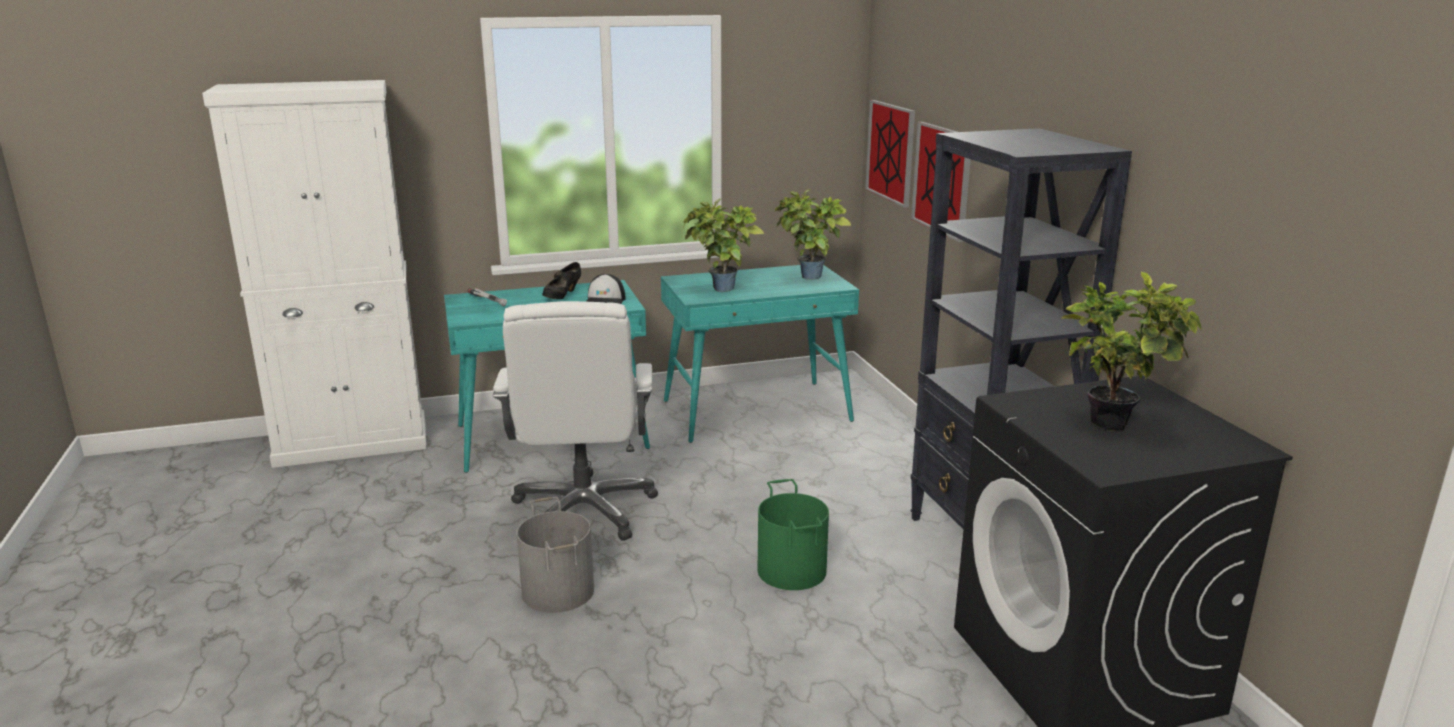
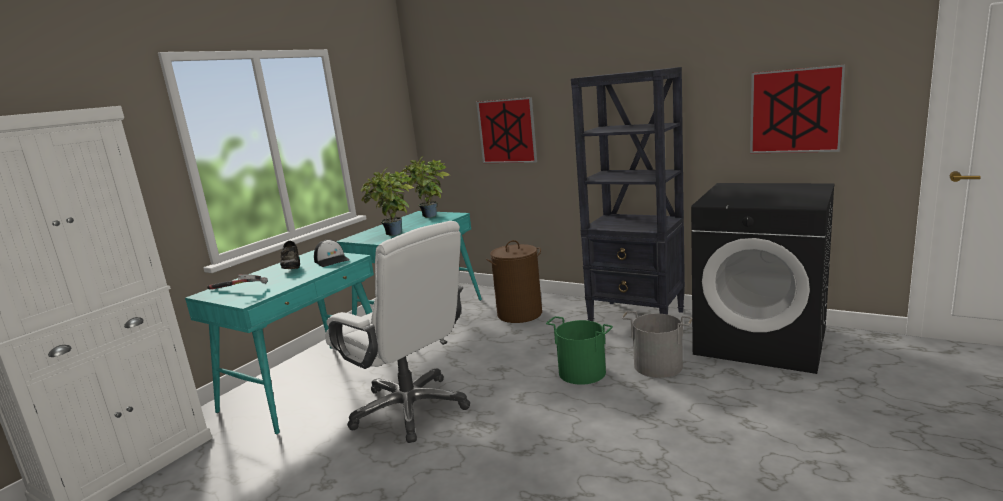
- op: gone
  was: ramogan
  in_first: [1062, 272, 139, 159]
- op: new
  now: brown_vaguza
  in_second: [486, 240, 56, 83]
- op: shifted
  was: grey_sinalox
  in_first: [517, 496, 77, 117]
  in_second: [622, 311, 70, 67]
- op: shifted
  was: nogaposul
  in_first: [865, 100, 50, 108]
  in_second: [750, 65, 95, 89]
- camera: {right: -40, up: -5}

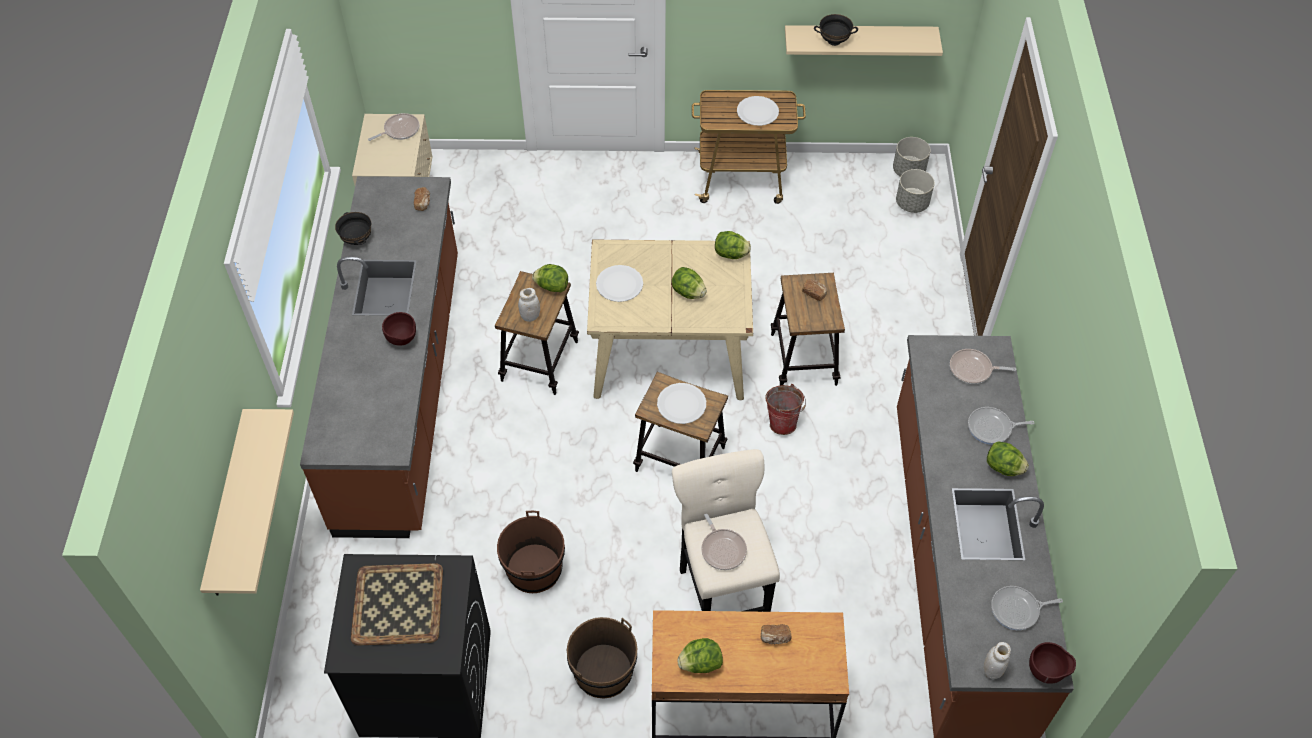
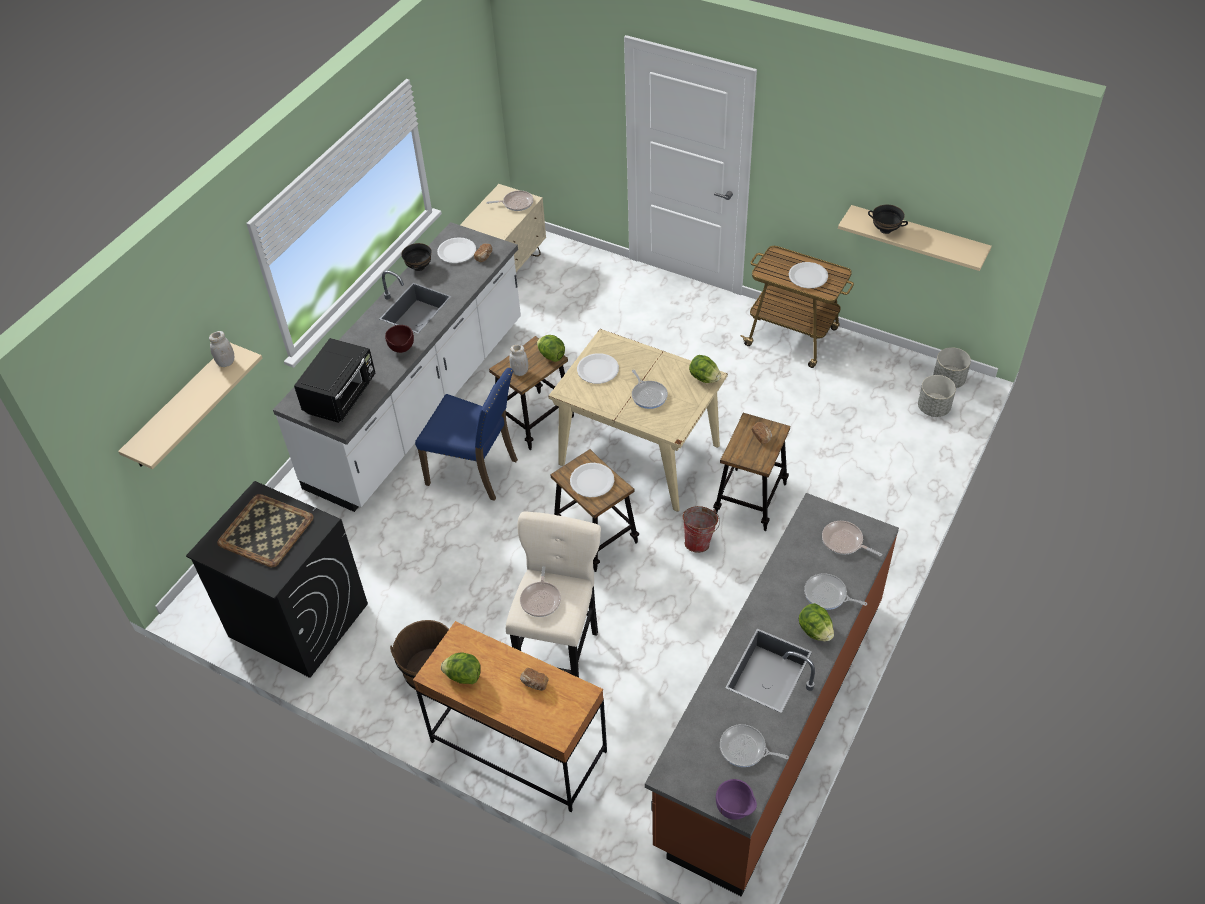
- op: gone
  was: brown_sinalox
  in_first: [497, 511, 68, 82]
- op: new
  now: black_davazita
  in_second: [294, 338, 81, 85]
- op: new
  now: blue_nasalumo
  in_second: [415, 368, 103, 133]
- op: new
  now: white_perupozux
  in_second: [437, 237, 39, 26]
- op: shifted
  was: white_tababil
  in_first: [984, 642, 27, 37]
  in_second: [209, 331, 25, 36]
- op: swapped
  was: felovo
  now: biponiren
  in_first: [671, 267, 36, 32]
  in_second: [632, 370, 36, 39]
- op: repainted
  was: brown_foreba
  now: white_foreba
  in_first: [300, 176, 158, 362]
  in_second: [273, 222, 248, 290]
- op: repainted
  was: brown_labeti
  now: purple_labeti
  in_first: [1029, 642, 47, 42]
  in_second: [716, 779, 41, 41]
- camera: {right: 30, up: -5}

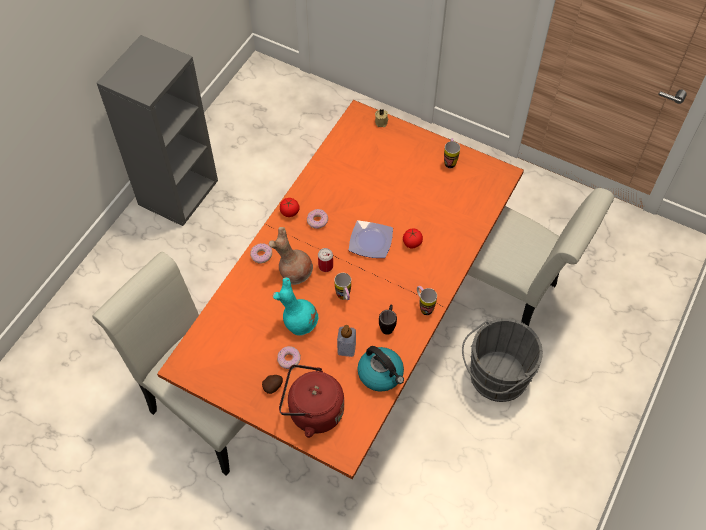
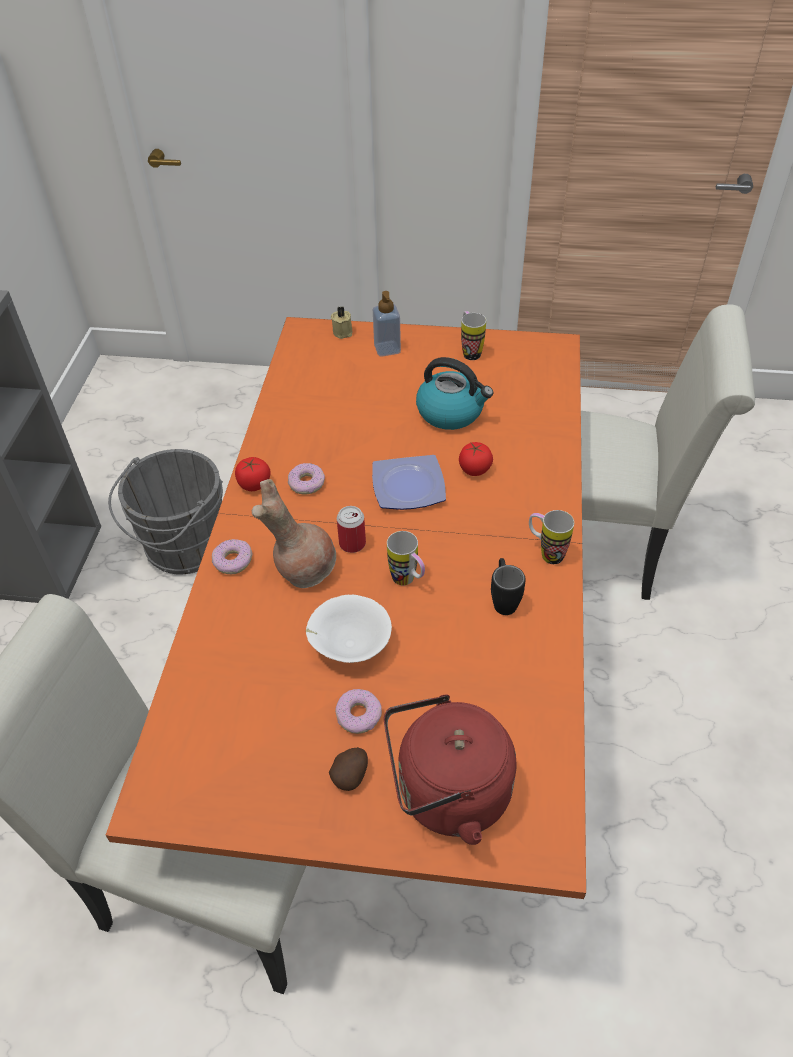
- op: shifted
  was: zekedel
  in_first: [337, 325, 19, 32]
  in_second: [373, 291, 28, 66]
- op: shifted
  was: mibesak
  in_first: [357, 346, 47, 46]
  in_second: [416, 357, 77, 73]
- op: shifted
  was: grey_sinalox
  in_first: [462, 318, 81, 84]
  in_second: [108, 449, 115, 125]
- op: swapped
  was: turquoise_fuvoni
  now: white_labeti
  in_first: [273, 278, 45, 58]
  in_second: [306, 595, 86, 68]
- camera: {right: -20, up: -10}

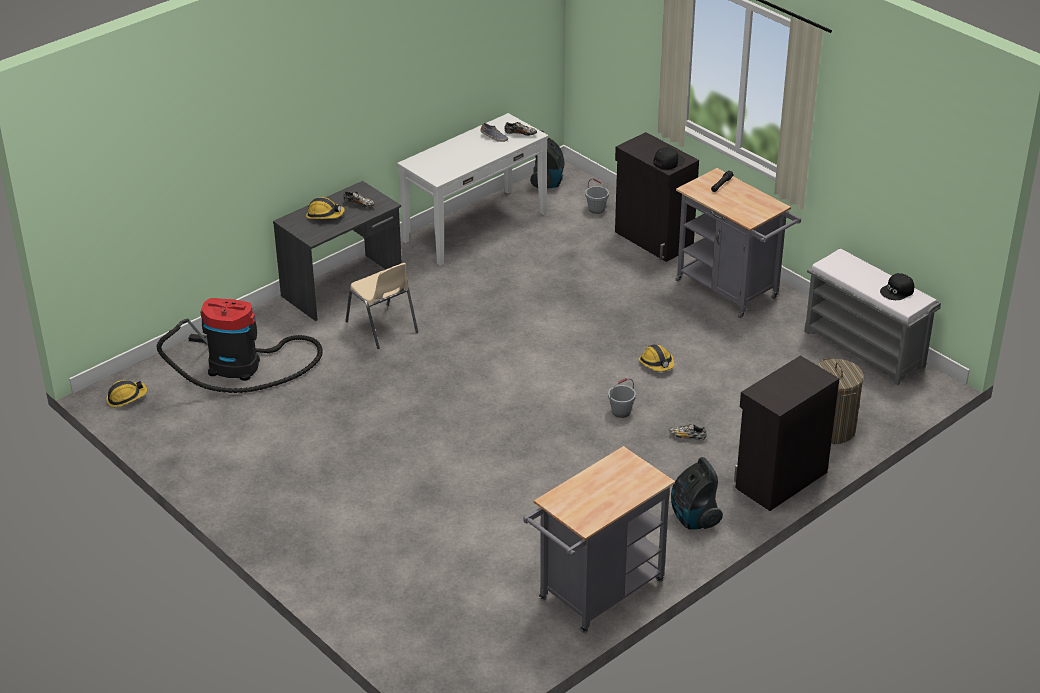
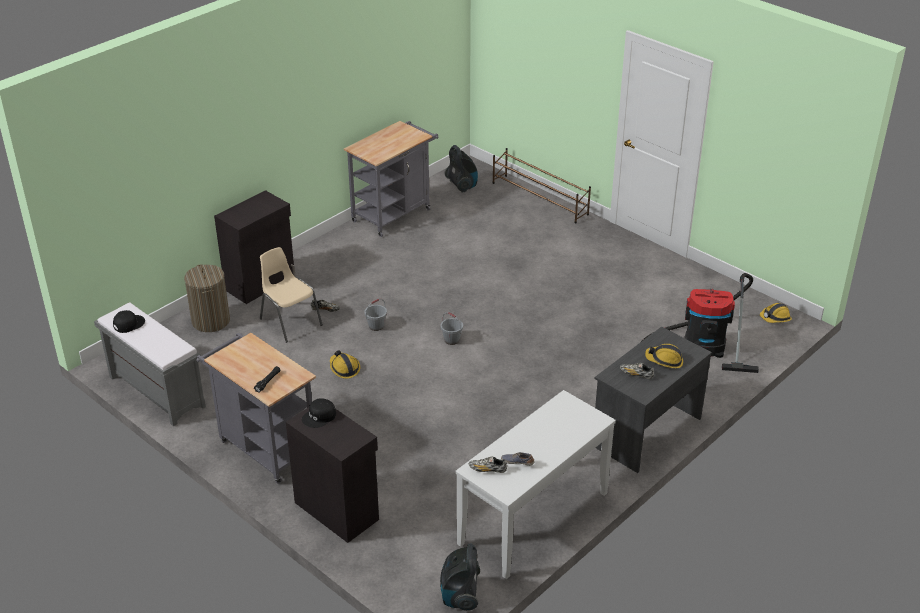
- op: new
  now: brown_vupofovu
  in_second: [493, 148, 98, 75]
- op: shifted
  was: beige_nasalumo
  in_first: [345, 263, 73, 86]
  in_second: [260, 247, 63, 96]
- op: shifted
  was: grey_sinalox
  in_first: [585, 178, 24, 36]
  in_second: [440, 312, 23, 33]
- op: shifted
  was: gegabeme
  in_first: [671, 457, 52, 72]
  in_second: [445, 145, 33, 48]
- camera: {right: 175, up: 0}

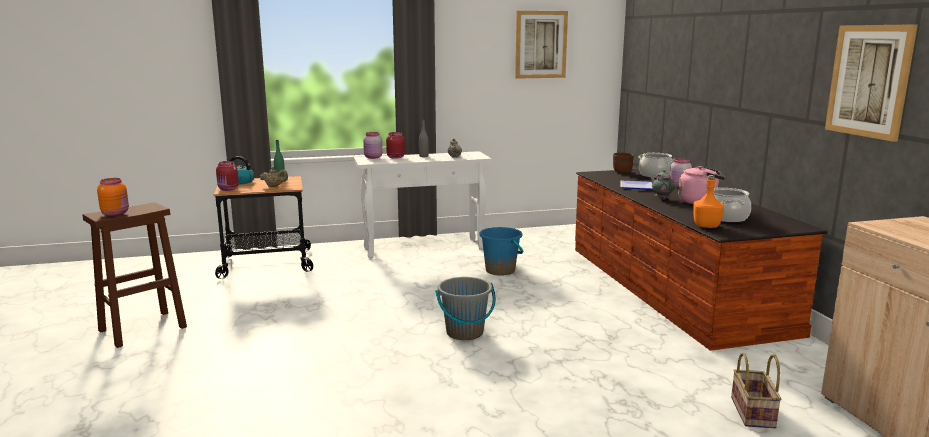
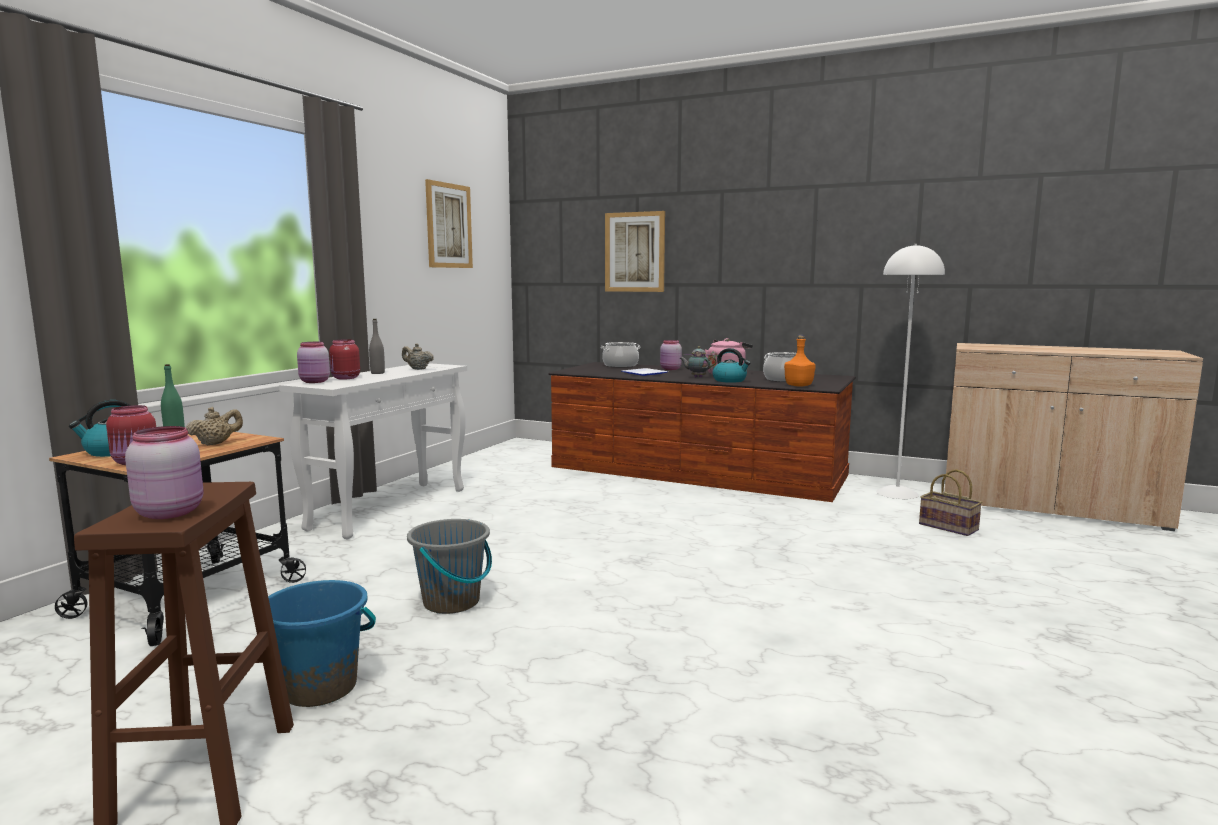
- op: gone
  was: brown_labeti
  in_first: [613, 152, 21, 21]
- op: new
  now: mibesak
  in_second: [712, 348, 38, 35]
- op: new
  now: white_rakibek
  in_second: [876, 244, 69, 255]
- op: shifted
  was: grey_sinalox
  in_first: [435, 277, 61, 63]
  in_second: [407, 519, 85, 95]
- op: shifted
  was: blue_sinalox
  in_first: [479, 227, 44, 49]
  in_second: [268, 580, 108, 127]
- op: shifted
  was: nogaposul
  in_first: [825, 24, 93, 118]
  in_second: [605, 211, 60, 81]
- op: repainted
  was: orange_tababil
  now: pink_tababil
  in_first: [97, 178, 32, 38]
  in_second: [125, 426, 78, 93]
- camera: {right: -50, up: -5}

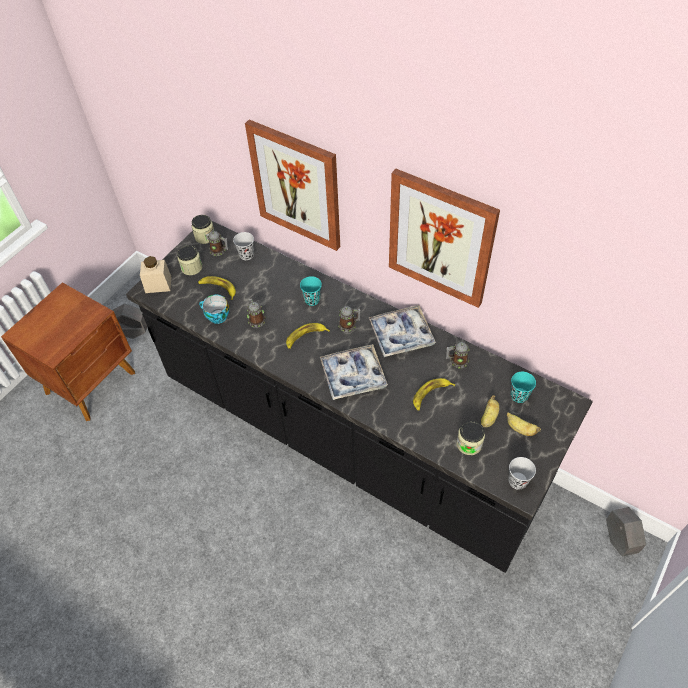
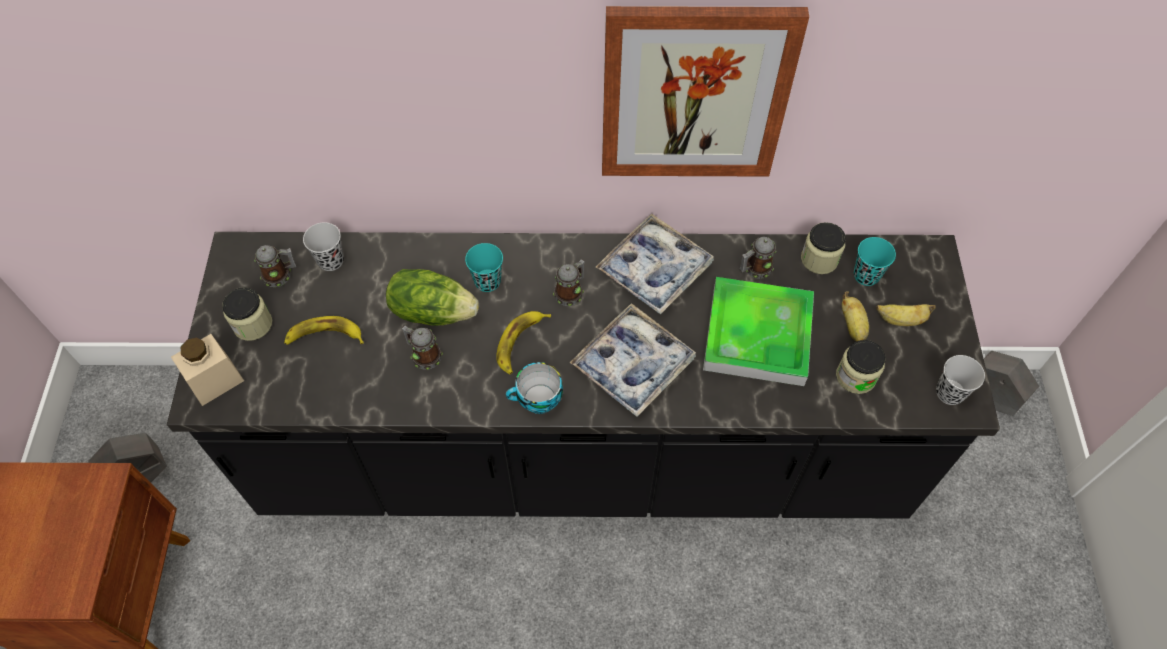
- op: gone
  was: nogaposul
  in_first: [245, 119, 95, 132]
- op: new
  now: felovo
  in_second: [386, 269, 93, 57]
- op: shifted
  was: tababil
  in_first: [192, 215, 22, 29]
  in_second: [801, 222, 45, 52]
- op: shifted
  was: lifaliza
  in_first: [199, 295, 30, 29]
  in_second: [506, 362, 57, 52]
- op: swapped
  was: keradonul
  now: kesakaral
  in_first: [413, 378, 42, 32]
  in_second: [703, 277, 111, 109]
- camera: {right: -35, up: 5}

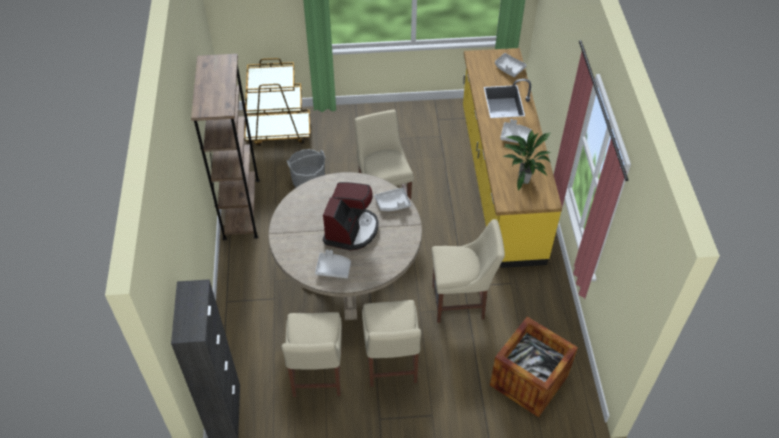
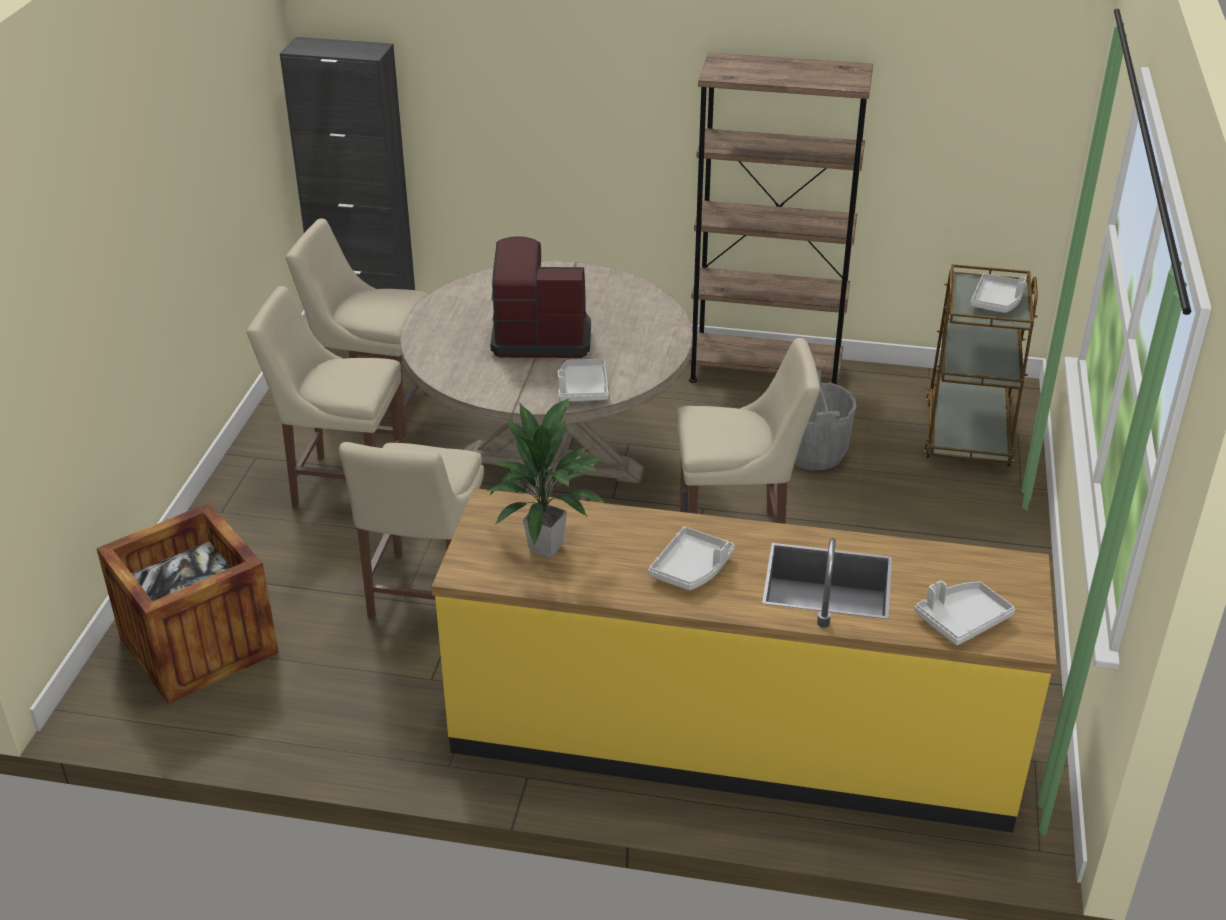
- op: shifted
  was: grey_kesakaral
  in_first: [315, 250, 36, 28]
  in_second: [970, 273, 57, 40]
- op: rotated
  was: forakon
  in_first: [323, 182, 55, 68]
  in_second: [490, 236, 101, 122]
  clockwise: 150
- camera: {right: 105, up: -15}

